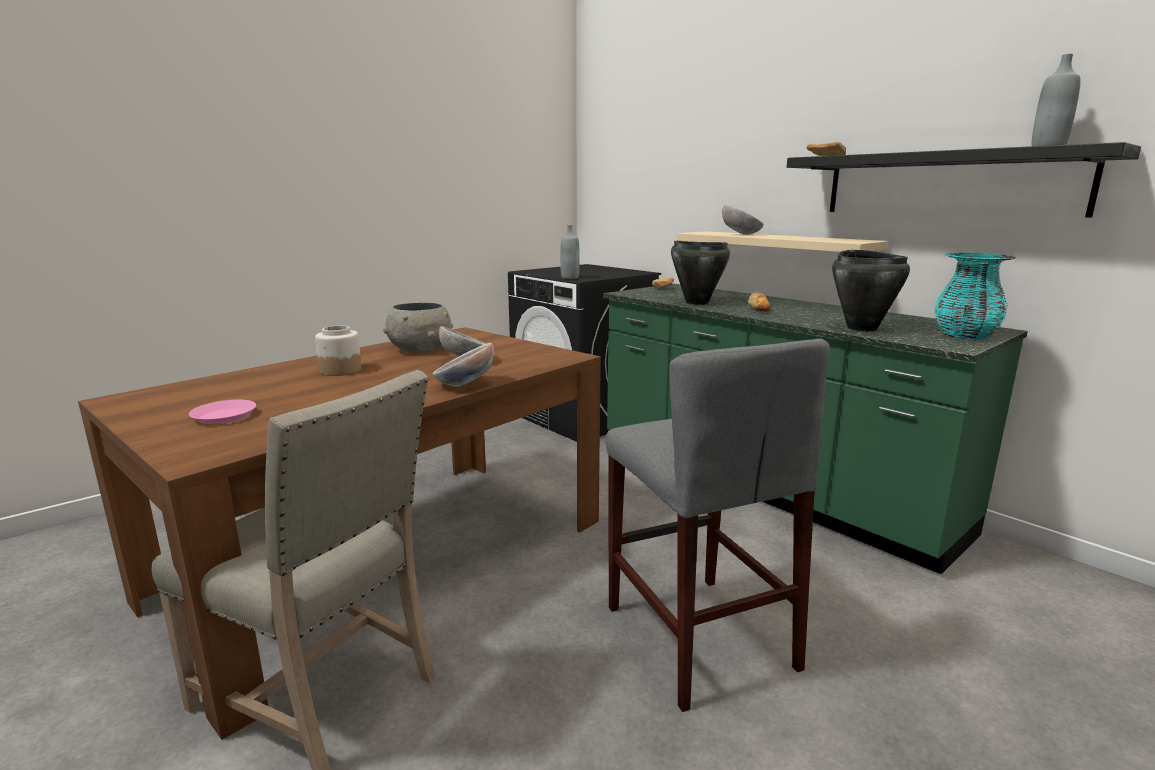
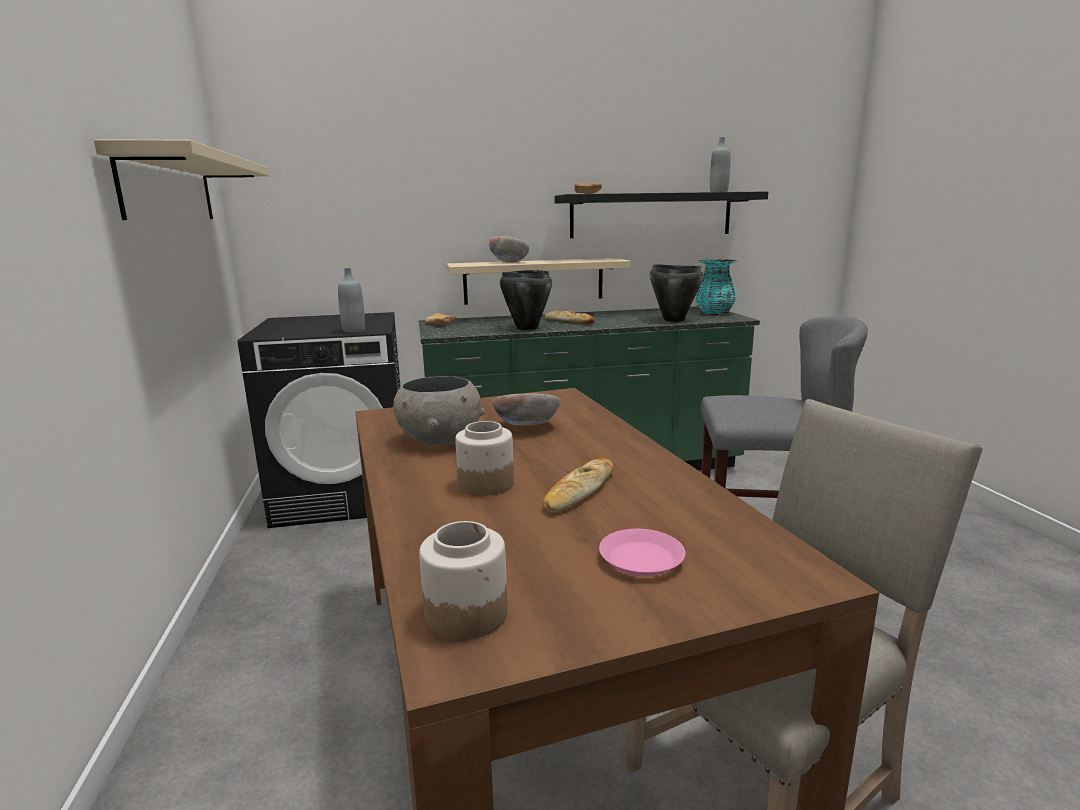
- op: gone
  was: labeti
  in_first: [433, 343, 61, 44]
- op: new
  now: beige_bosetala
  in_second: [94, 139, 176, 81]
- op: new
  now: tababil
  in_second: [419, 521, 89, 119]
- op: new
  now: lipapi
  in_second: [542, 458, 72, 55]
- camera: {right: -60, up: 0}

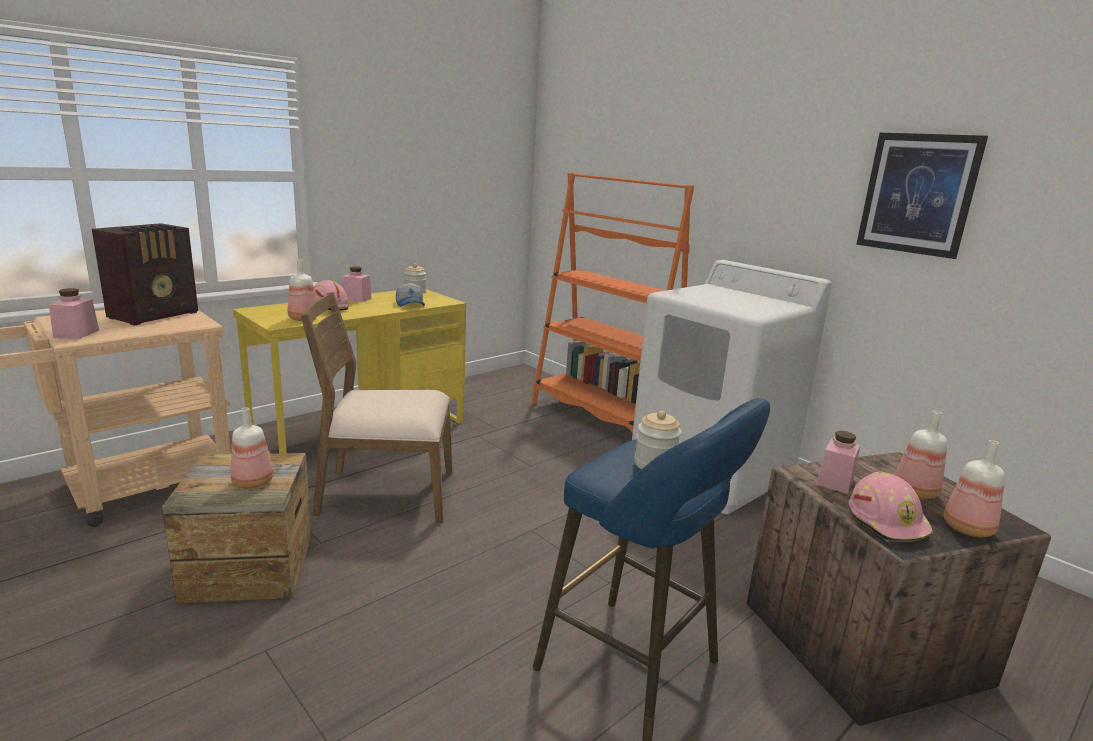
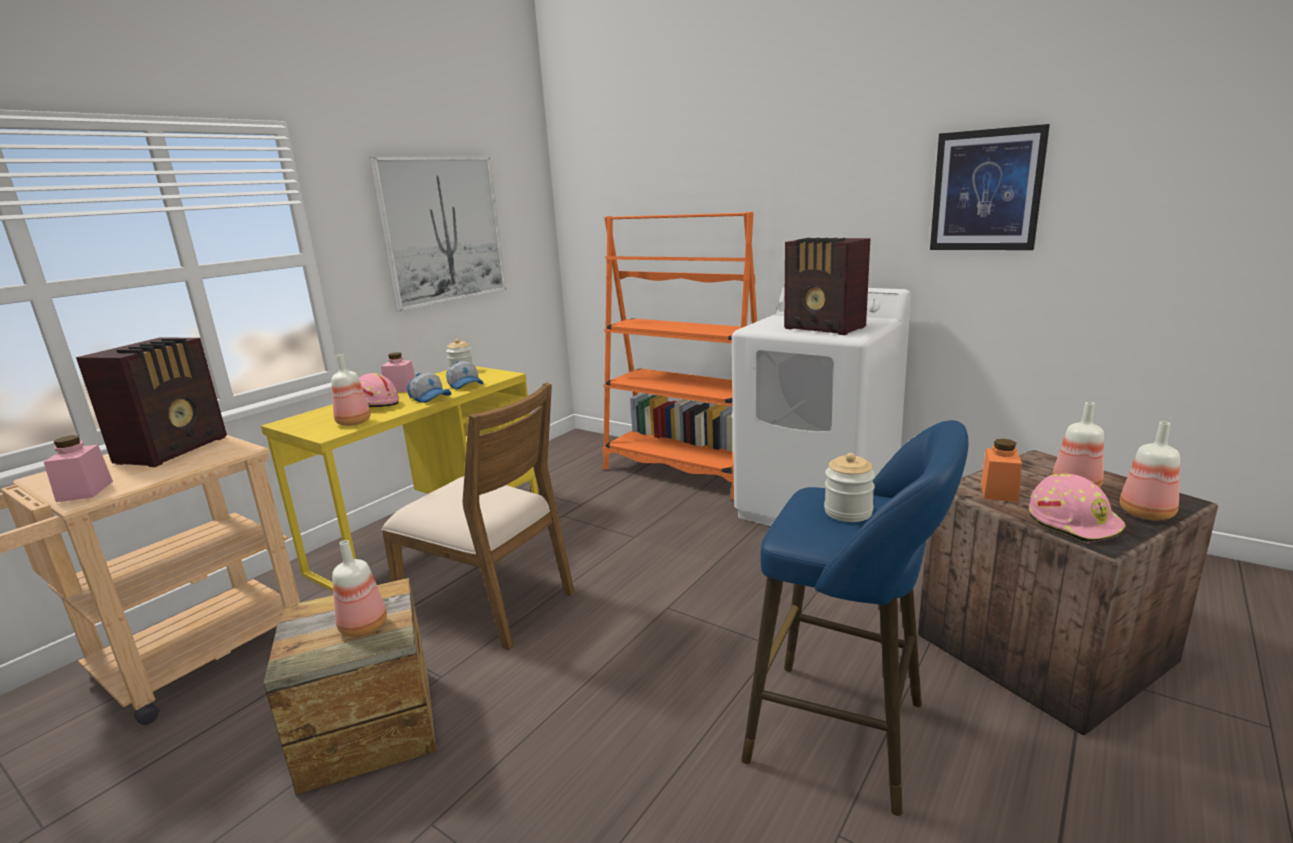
- op: new
  now: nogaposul
  in_second: [369, 157, 137, 154]
- op: new
  now: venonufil
  in_second: [407, 373, 44, 30]
- op: new
  now: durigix
  in_second: [784, 238, 86, 97]
- op: repainted
  was: pink_tababil
  now: orange_tababil
  in_first: [816, 431, 44, 63]
  in_second: [981, 439, 41, 63]
- op: rotated
  was: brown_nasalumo
  in_first: [301, 292, 151, 230]
  in_second: [381, 383, 194, 267]
  clockwise: -135
- camera: {right: -10, up: 0}

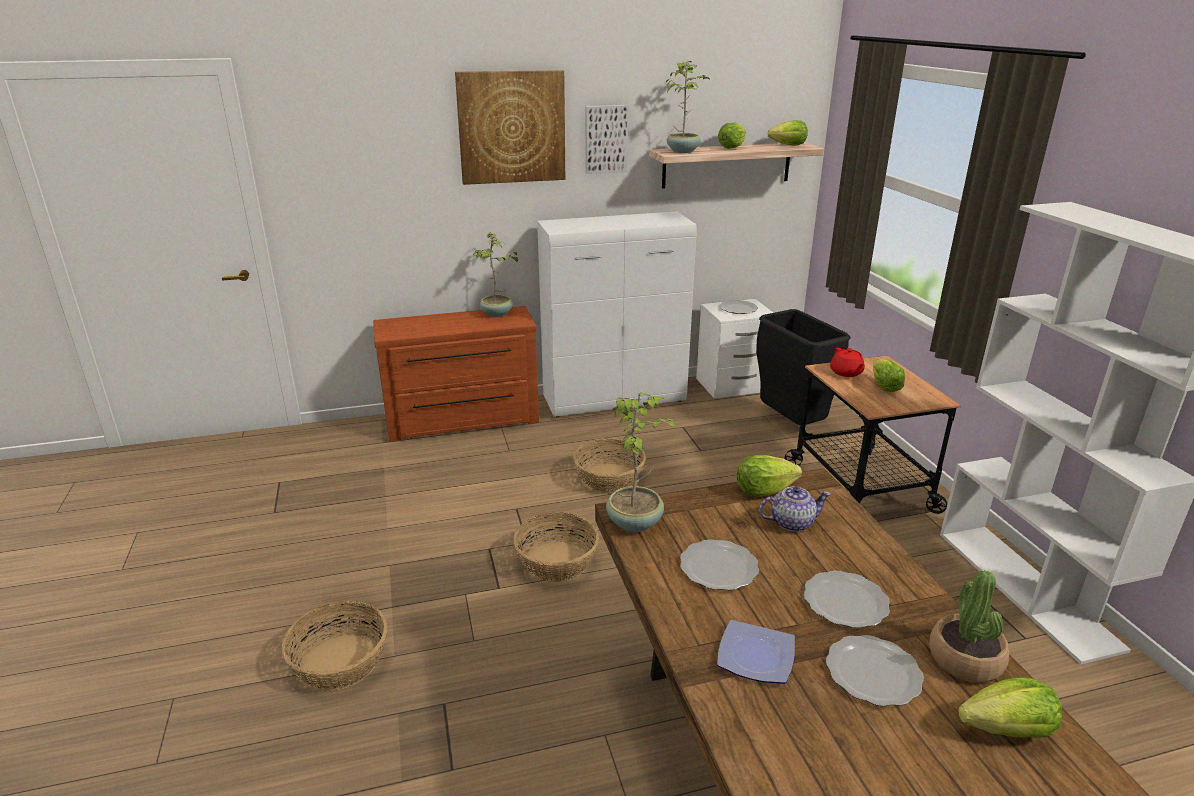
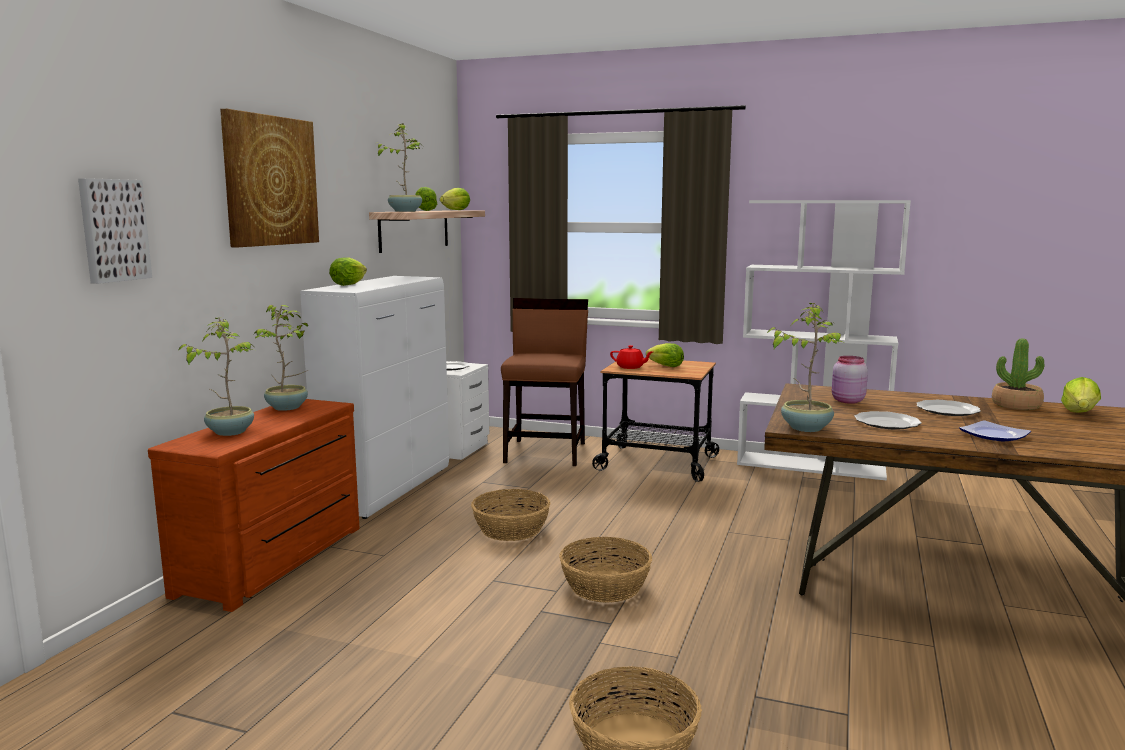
- op: gone
  was: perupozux
  in_first: [826, 635, 98, 71]
- op: new
  now: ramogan
  in_second: [178, 317, 76, 119]
- op: shifted
  was: nogaposul
  in_first: [585, 105, 44, 69]
  in_second: [78, 178, 74, 106]
- op: shifted
  was: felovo
  in_first: [737, 455, 65, 42]
  in_second: [329, 257, 38, 29]
- op: swapped
  was: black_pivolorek
  now: brown_nasalumo
  in_first: [756, 309, 95, 116]
  in_second: [501, 298, 87, 168]
- op: swapped
  was: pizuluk
  now: pink_tababil
  in_first: [759, 486, 72, 46]
  in_second: [832, 356, 36, 48]
- camera: {right: -55, up: -15}

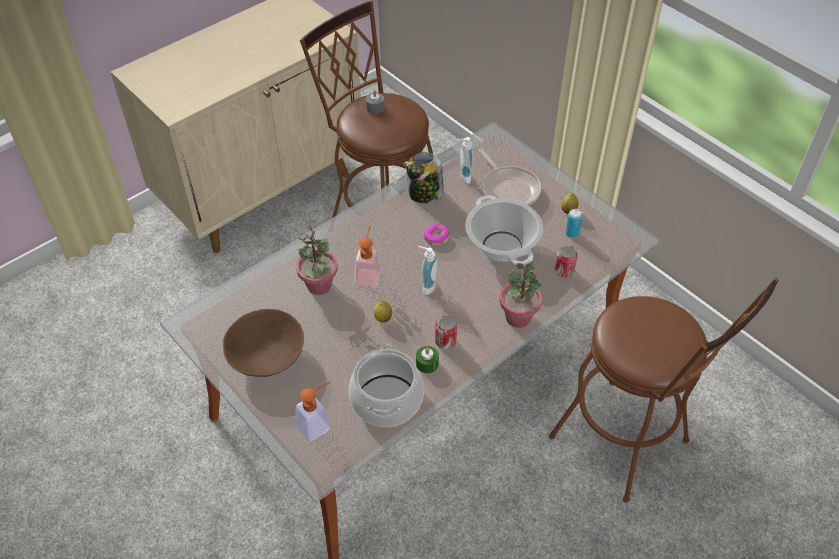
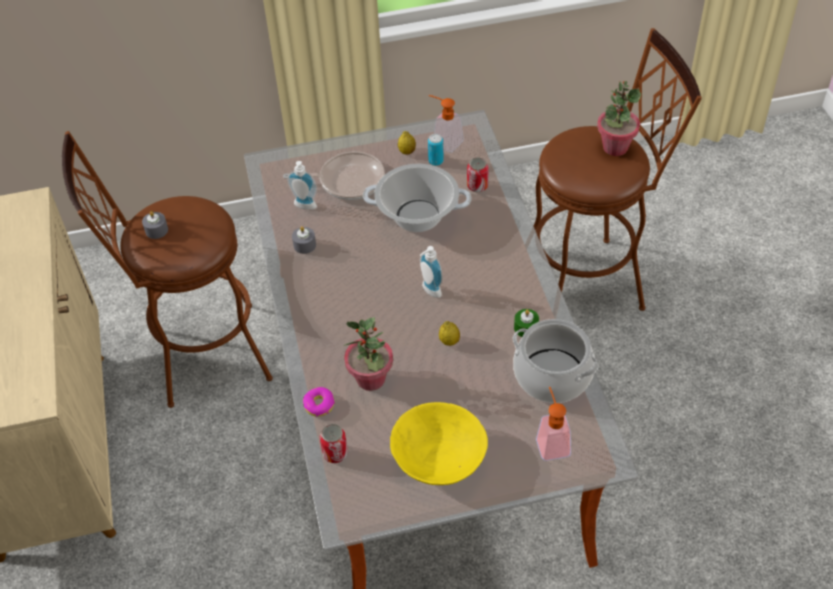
- op: shifted
  was: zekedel
  in_first: [355, 226, 26, 61]
  in_second: [429, 95, 35, 58]
- op: shifted
  was: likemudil
  in_first: [424, 224, 26, 22]
  in_second: [303, 387, 32, 29]
- op: shifted
  was: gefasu
  in_first: [435, 315, 22, 34]
  in_second: [320, 424, 28, 39]
- op: shifted
  was: ramogan
  in_first: [500, 263, 42, 65]
  in_second: [597, 81, 44, 75]
- op: swapped
  was: tababil
  now: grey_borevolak
  in_first: [406, 152, 38, 51]
  in_second: [292, 226, 24, 28]
- op: repainted
  was: brown_labeti
  now: yellow_labeti
  in_first: [223, 309, 81, 68]
  in_second: [390, 402, 98, 83]
- camera: {right: -60, up: 0}

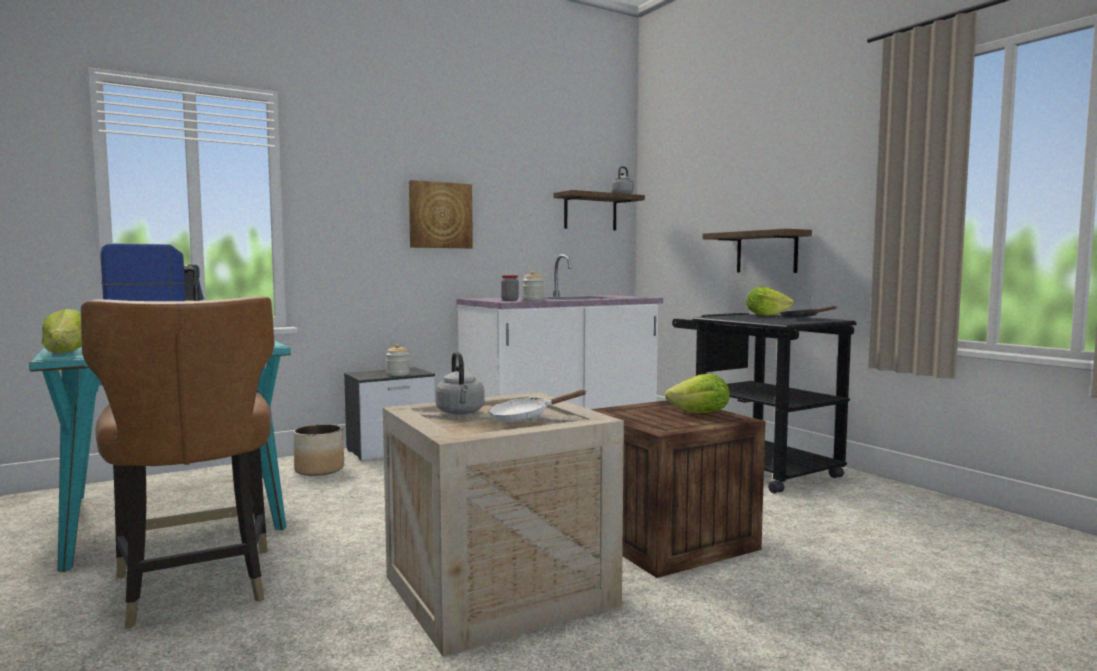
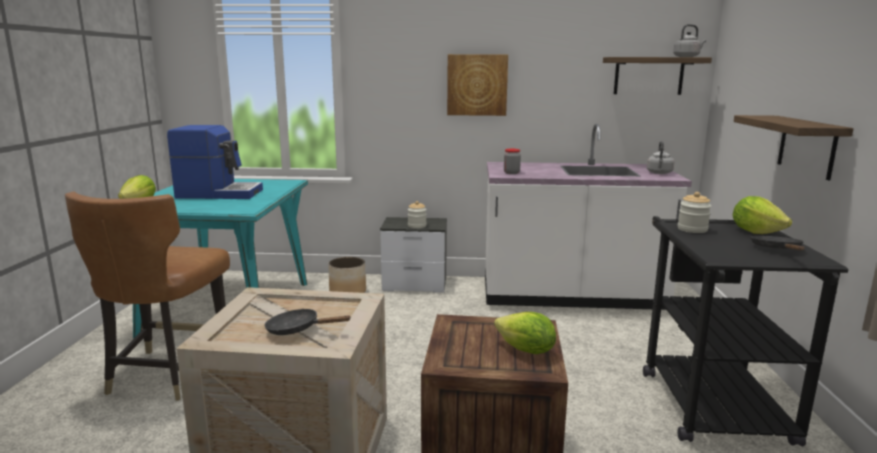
- op: shifted
  was: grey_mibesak
  in_first: [436, 352, 49, 63]
  in_second: [647, 141, 27, 33]
- op: shifted
  was: tababil
  in_first: [522, 271, 22, 30]
  in_second: [678, 192, 33, 41]
- op: repainted
  was: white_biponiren
  now: black_biponiren
  in_first: [489, 390, 97, 32]
  in_second: [264, 309, 86, 26]
- camera: {right: 35, up: 10}

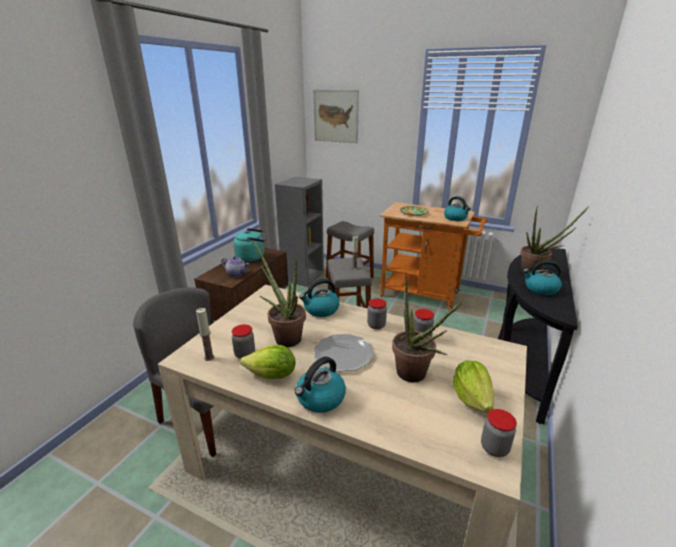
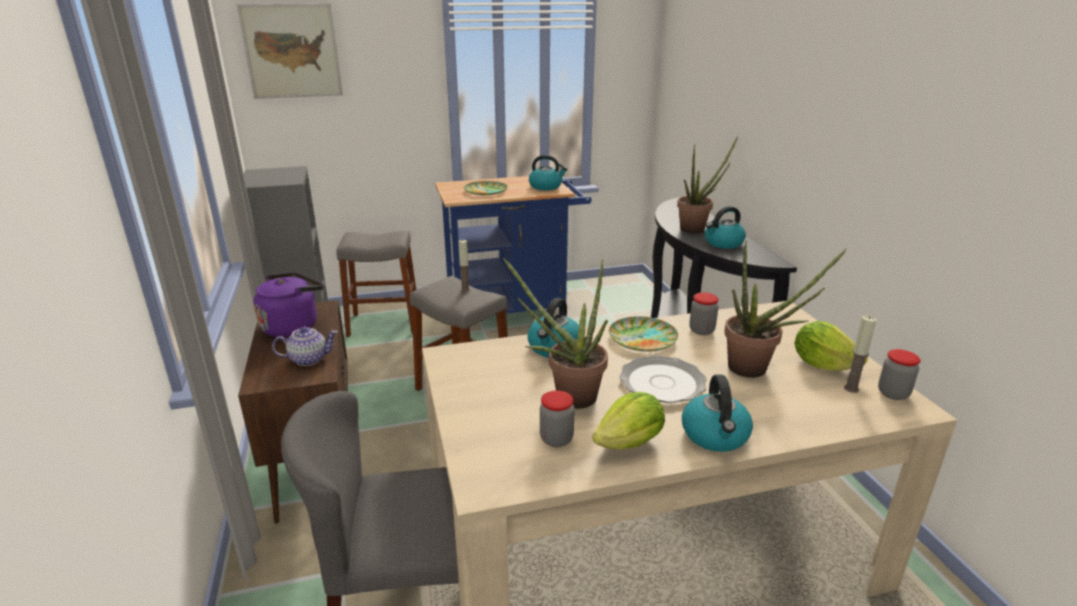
- op: shifted
  was: borevolak
  in_first: [196, 308, 19, 53]
  in_second: [844, 316, 33, 77]
- op: swapped
  was: tababil
  now: perupozux
  in_first: [367, 298, 20, 31]
  in_second: [609, 316, 69, 36]
- op: repainted
  was: turquoise_mibesak
  now: purple_mibesak
  in_first: [233, 228, 32, 34]
  in_second: [254, 272, 70, 65]
- op: repainted
  was: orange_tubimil
  now: blue_tubimil
  in_first: [380, 202, 107, 110]
  in_second: [435, 176, 156, 157]
- camera: {right: -40, up: 0}

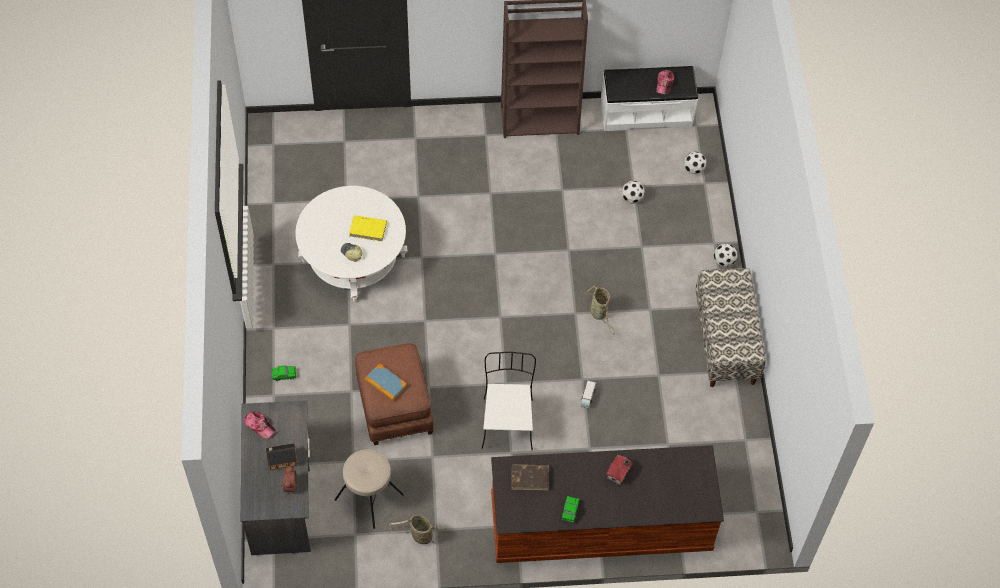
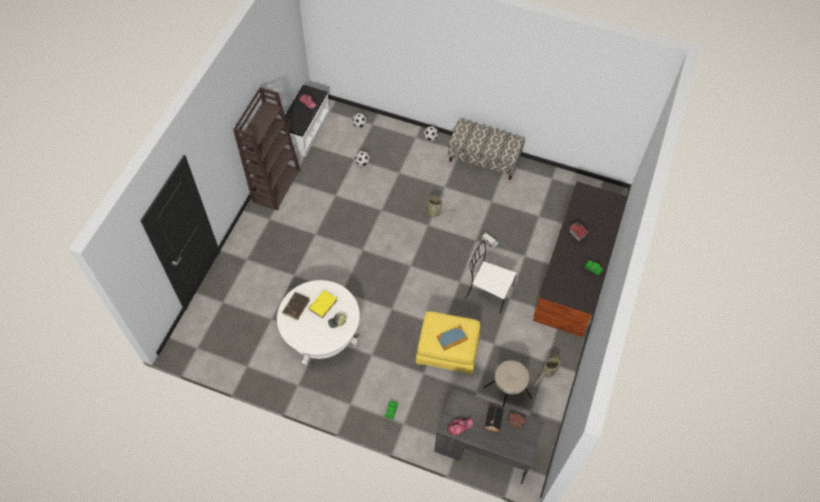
- op: shifted
  was: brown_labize
  in_first: [512, 464, 37, 26]
  in_second: [282, 292, 28, 28]
- op: repainted
  was: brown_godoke
  now: yellow_godoke
  in_first: [355, 343, 79, 102]
  in_second: [415, 311, 65, 64]
- camera: {right: -65, up: 0}

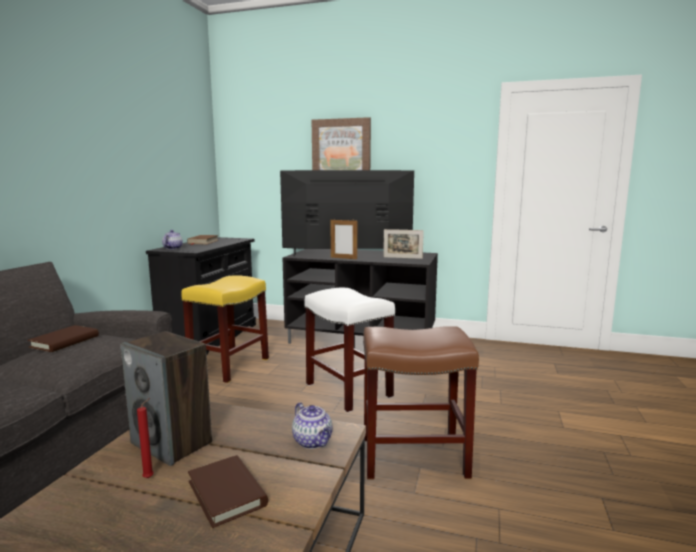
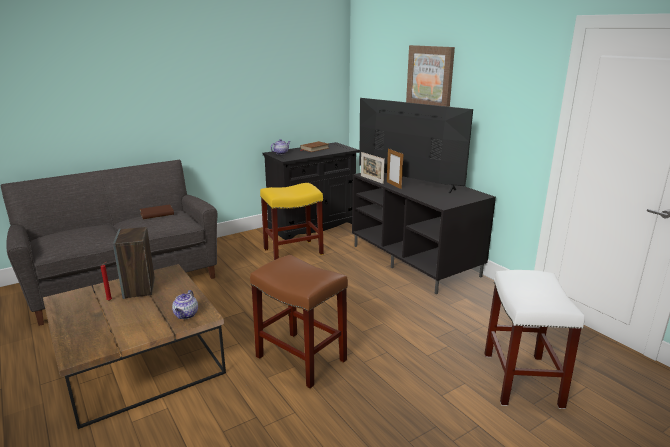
- op: gone
  was: brown_labize
  in_first: [188, 455, 80, 73]
- op: shifted
  was: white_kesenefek
  in_first: [304, 288, 91, 125]
  in_second: [484, 270, 101, 139]
- op: shifted
  was: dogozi
  in_first: [383, 229, 41, 30]
  in_second: [361, 152, 24, 32]
- camera: {right: 40, up: 10}

